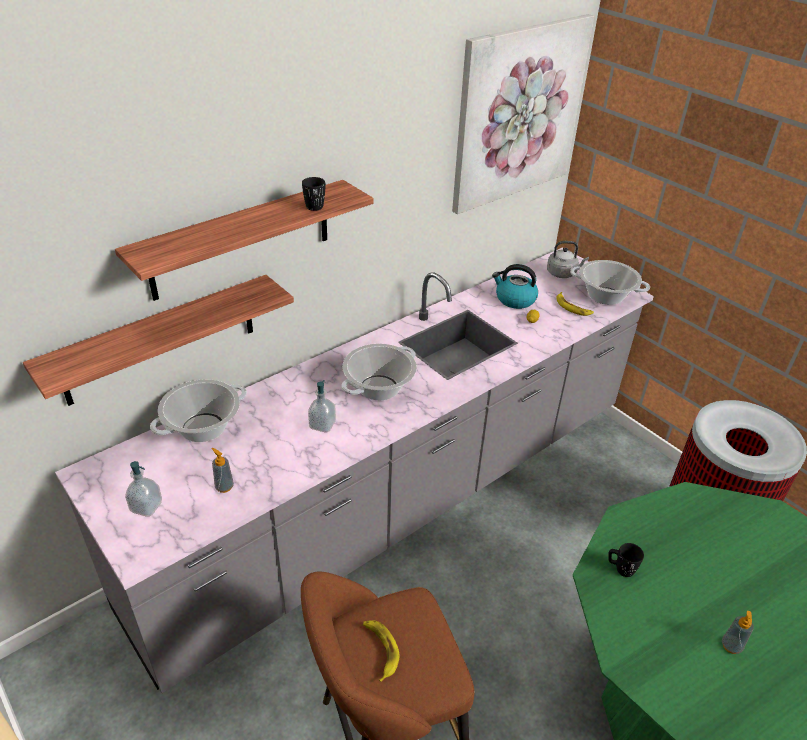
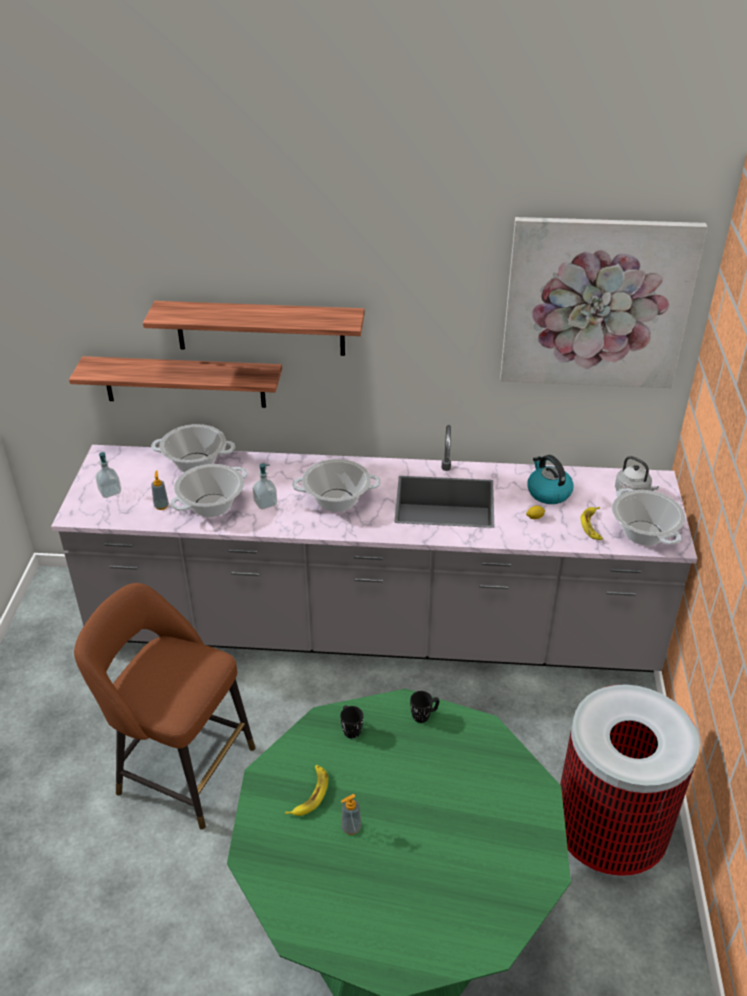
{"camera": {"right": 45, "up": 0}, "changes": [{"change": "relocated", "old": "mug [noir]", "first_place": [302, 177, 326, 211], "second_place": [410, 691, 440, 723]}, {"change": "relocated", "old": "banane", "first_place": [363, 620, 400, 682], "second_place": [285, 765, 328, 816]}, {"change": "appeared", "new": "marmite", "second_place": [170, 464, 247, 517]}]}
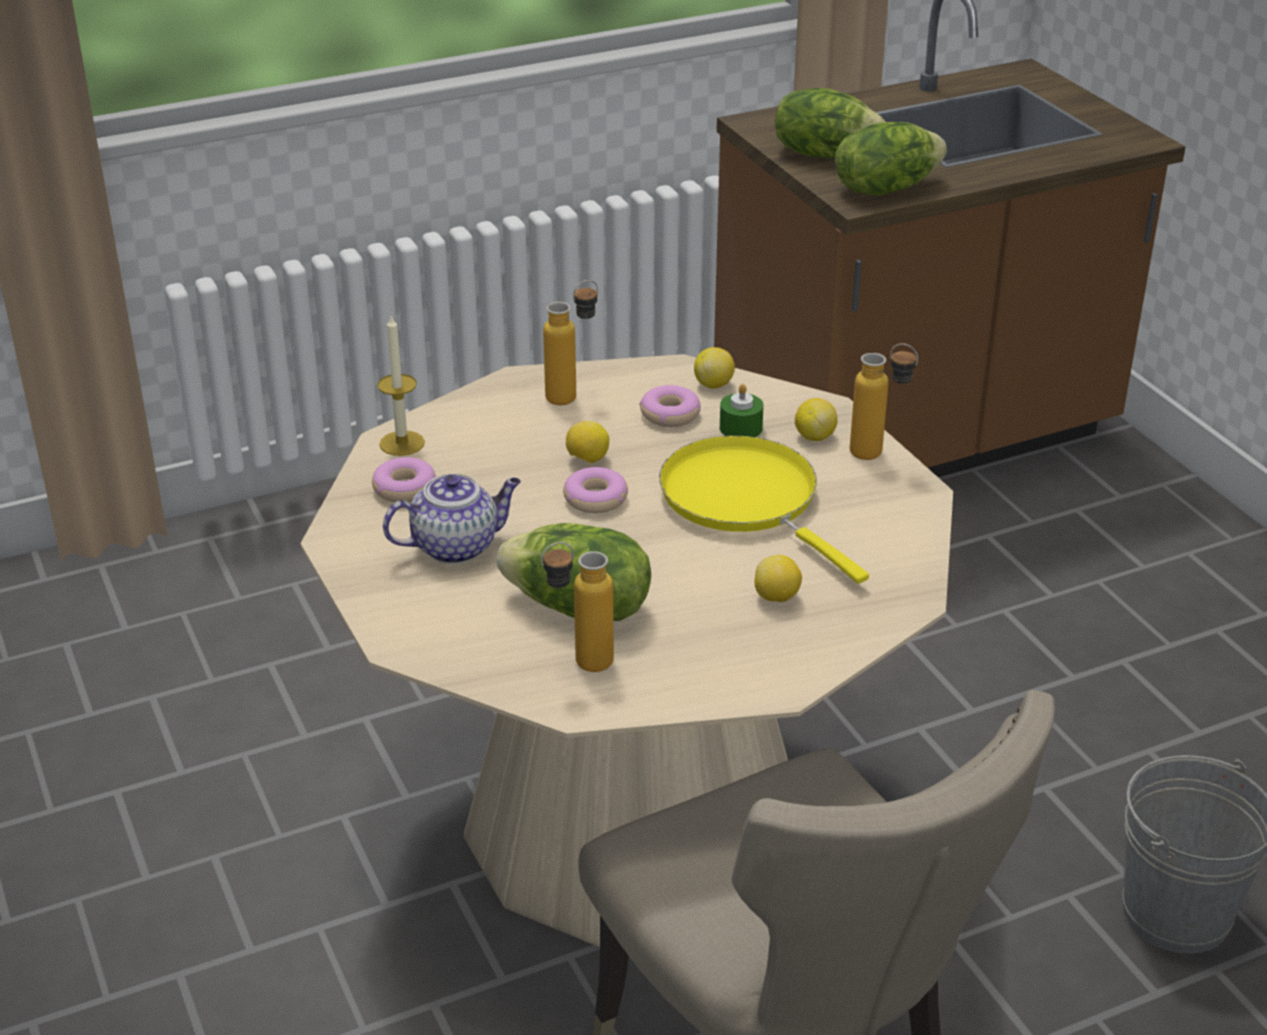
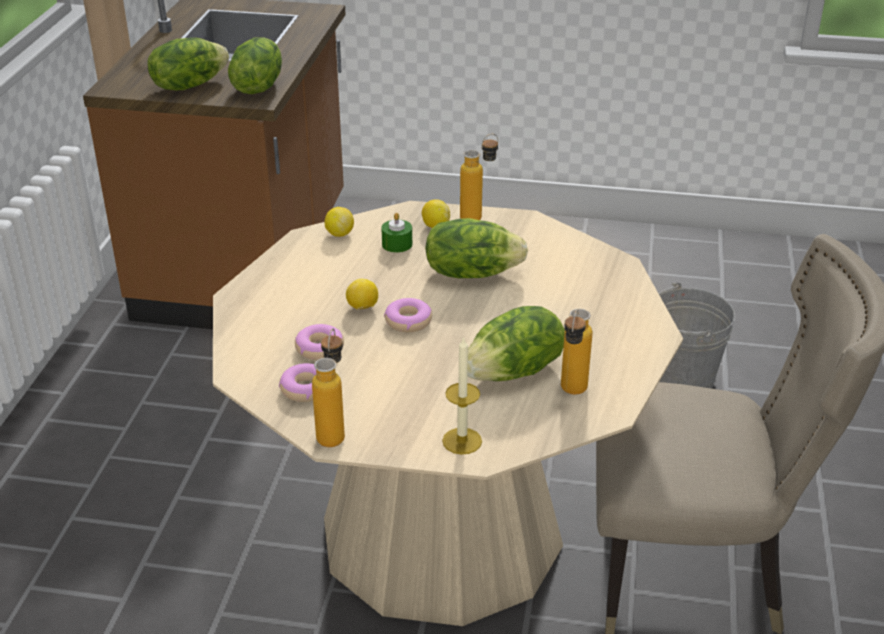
{"camera": {"right": -55, "up": 0}, "changes": [{"change": "relocated", "old": "bouteille", "first_place": [543, 280, 598, 405], "second_place": [312, 328, 345, 447]}, {"change": "relocated", "old": "bougie", "first_place": [377, 315, 425, 456], "second_place": [442, 336, 482, 455]}, {"change": "relocated", "old": "beignet", "first_place": [639, 385, 701, 427], "second_place": [295, 324, 344, 360]}, {"change": "exchanged", "old": "poêle [jaune]", "new": "laitue", "first_place": [659, 436, 869, 584], "second_place": [425, 218, 528, 278]}, {"change": "missing", "old": "théière", "first_place": [383, 474, 521, 564]}, {"change": "missing", "old": "citron", "first_place": [754, 555, 802, 602]}]}
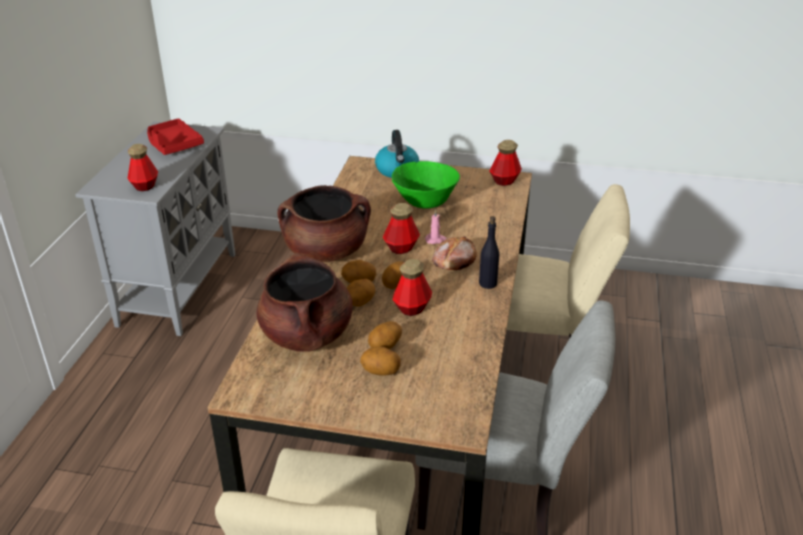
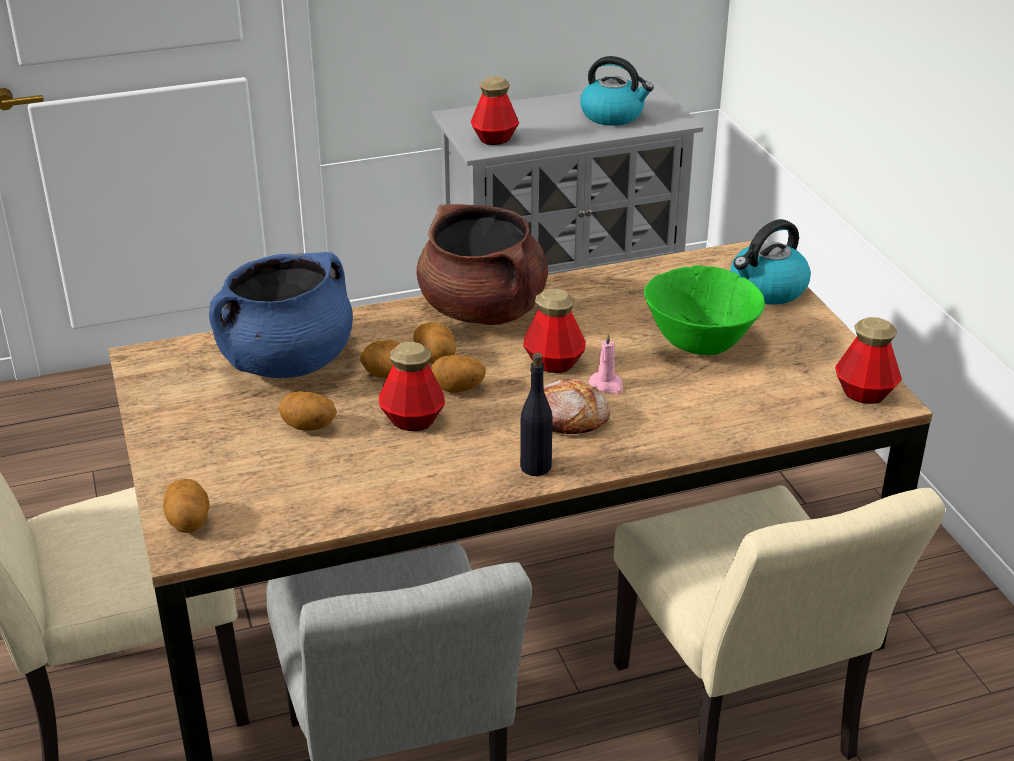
{"camera": {"right": 60, "up": 0}, "changes": [{"change": "exchanged", "old": "plateau [rouge]", "new": "bouilloire", "first_place": [147, 118, 204, 155], "second_place": [580, 56, 654, 126]}, {"change": "colour", "old": "marmite [marron]", "new": "marmite [bleu]", "first_place": [256, 253, 353, 352], "second_place": [209, 252, 353, 378]}, {"change": "relocated", "old": "pomme de terre", "first_place": [360, 347, 401, 376], "second_place": [163, 479, 210, 533]}]}
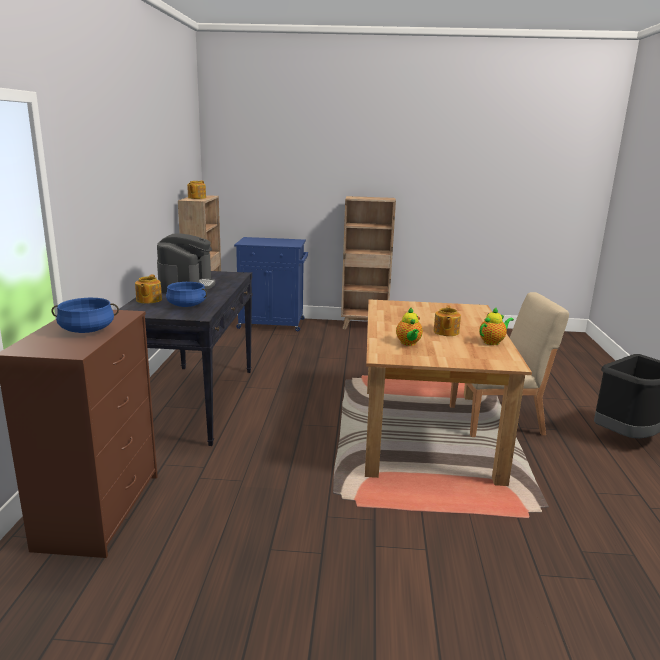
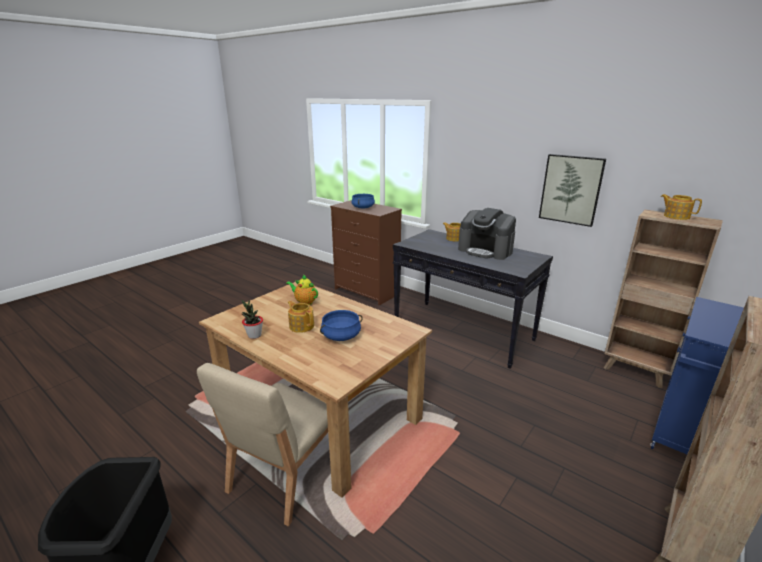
{"camera": {"right": 125, "up": 5}, "changes": [{"change": "relocated", "old": "marmite [bleu]", "first_place": [166, 282, 207, 307], "second_place": [320, 310, 363, 341]}, {"change": "exchanged", "old": "théière", "new": "plante en pot", "first_place": [479, 307, 514, 345], "second_place": [242, 300, 263, 339]}, {"change": "appeared", "new": "tableau", "second_place": [539, 154, 606, 227]}]}
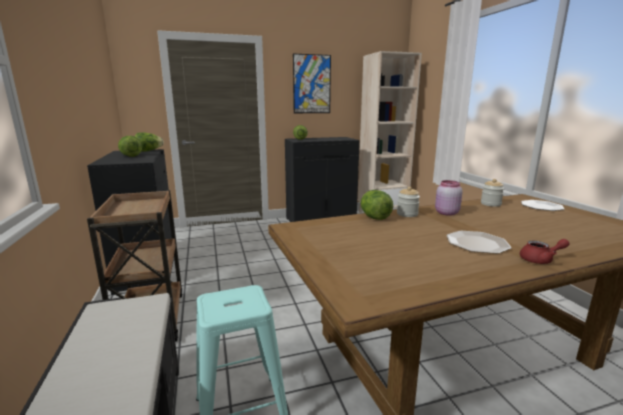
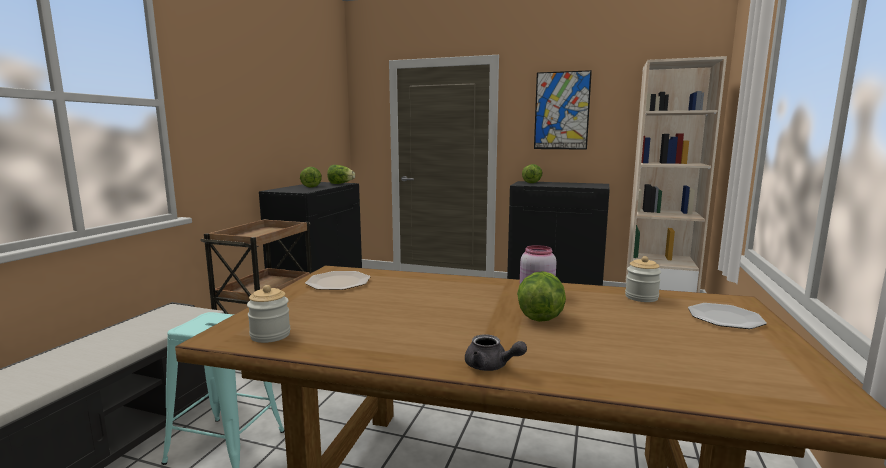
{"camera": {"right": 35, "up": -5}, "changes": [{"change": "relocated", "old": "bocal", "first_place": [397, 186, 420, 217], "second_place": [247, 285, 290, 343]}, {"change": "relocated", "old": "laitue", "first_place": [360, 190, 393, 220], "second_place": [517, 271, 566, 322]}, {"change": "relocated", "old": "assiette", "first_place": [446, 231, 512, 254], "second_place": [305, 271, 370, 290]}, {"change": "colour", "old": "théière [rouge]", "new": "théière [gris]", "first_place": [520, 239, 570, 264], "second_place": [465, 334, 527, 371]}]}
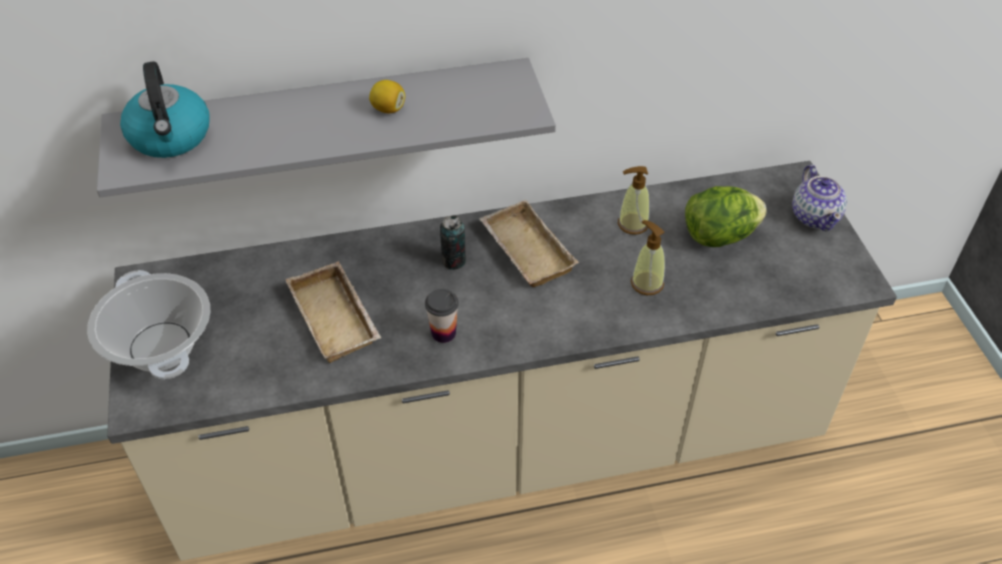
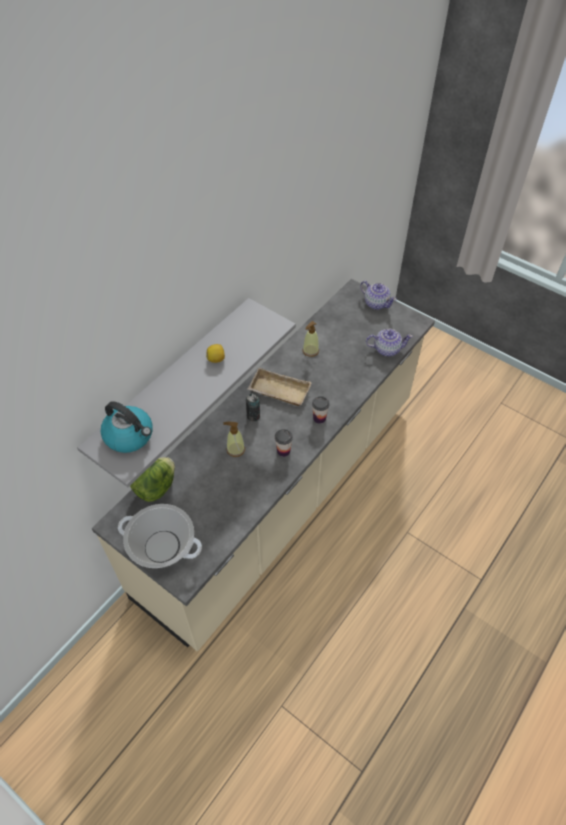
{"camera": {"right": -40, "up": 5}, "changes": [{"change": "relocated", "old": "laitue", "first_place": [685, 186, 767, 247], "second_place": [130, 457, 175, 502]}, {"change": "relocated", "old": "distributeur de savon", "first_place": [631, 220, 665, 295], "second_place": [223, 422, 245, 457]}, {"change": "missing", "old": "plateau [beige]", "first_place": [285, 261, 381, 363]}, {"change": "appeared", "new": "théière", "second_place": [366, 329, 413, 356]}, {"change": "appeared", "new": "tasse", "second_place": [312, 396, 329, 424]}]}
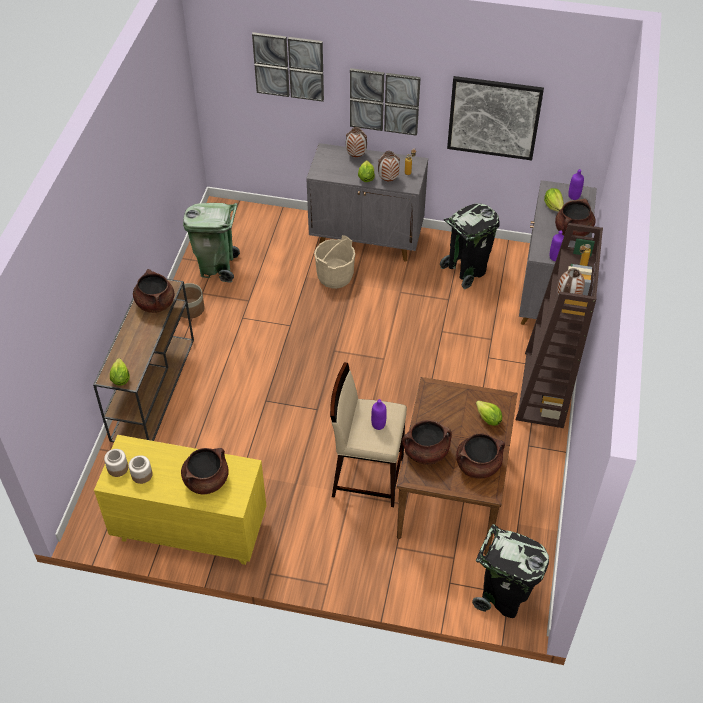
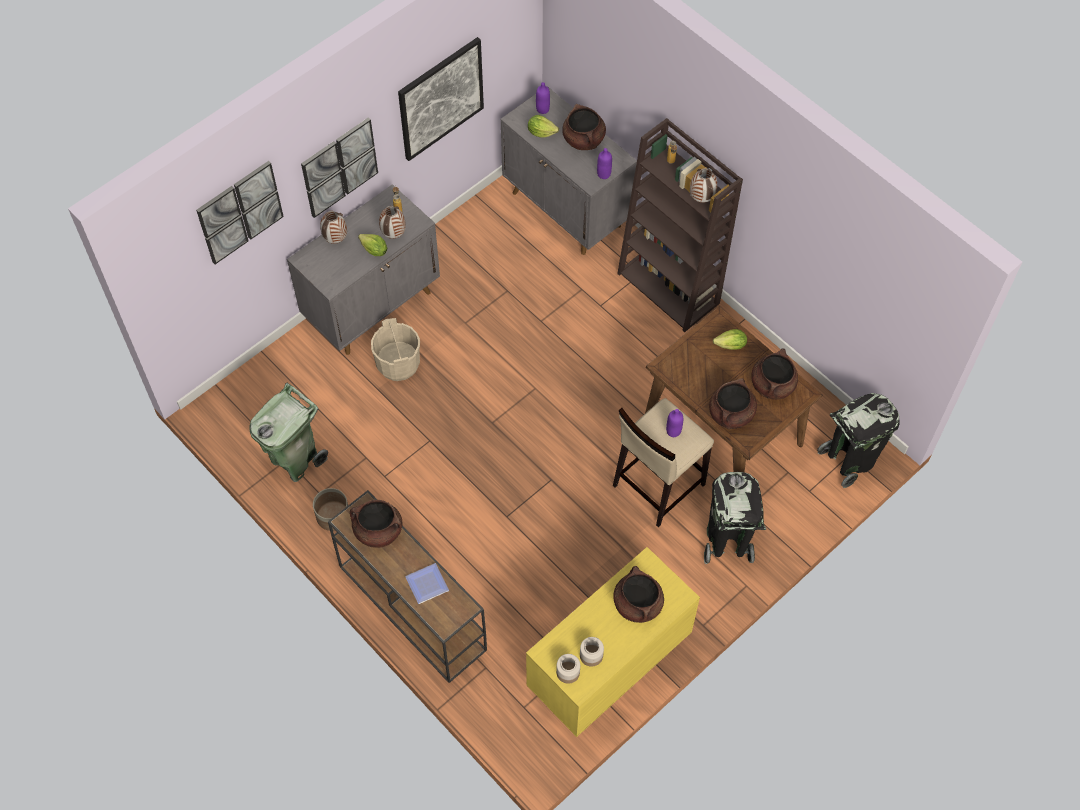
{"camera": {"right": -55, "up": 10}, "changes": [{"change": "relocated", "old": "poubelle [noir]", "first_place": [440, 204, 500, 289], "second_place": [704, 472, 766, 564]}, {"change": "missing", "old": "laitue", "first_place": [110, 358, 130, 386]}, {"change": "appeared", "new": "assiette", "second_place": [405, 563, 449, 604]}]}
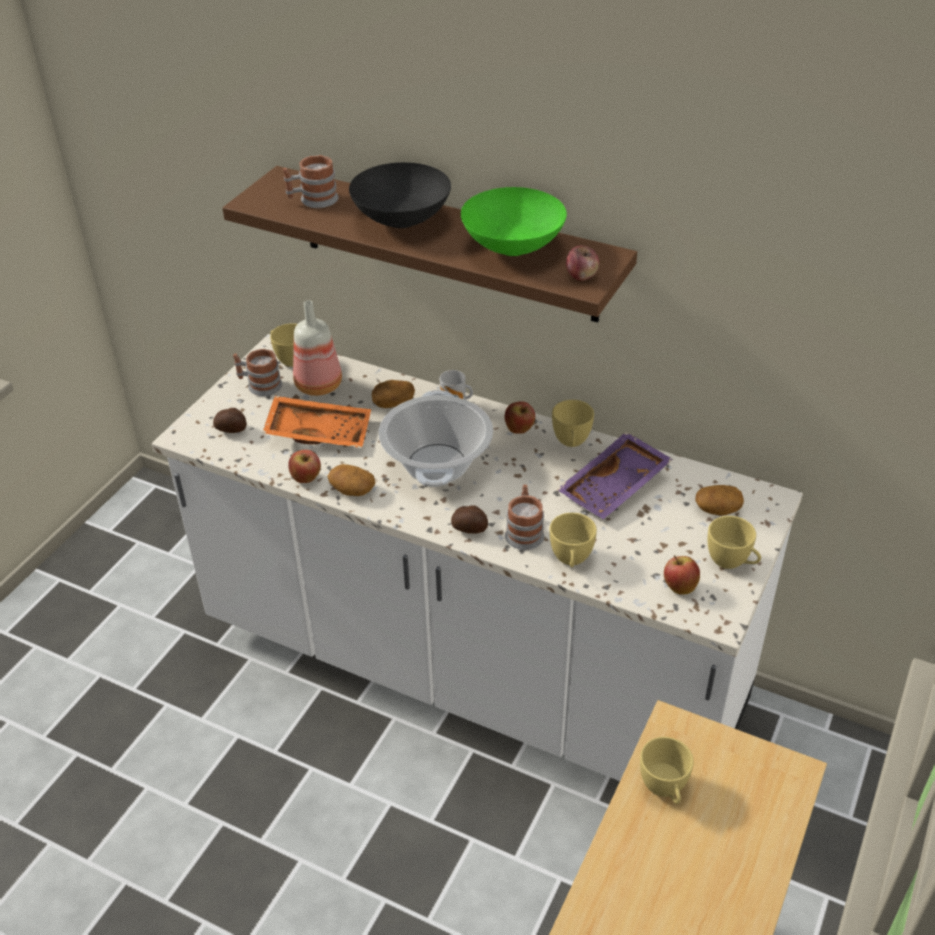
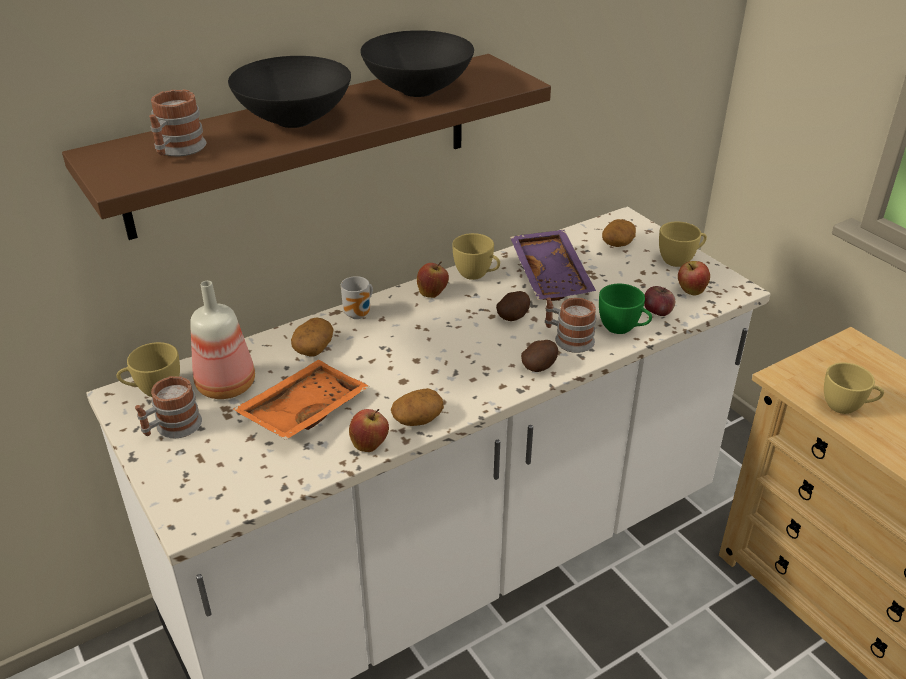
{"camera": {"right": -60, "up": -5}, "changes": [{"change": "colour", "old": "bol [vert]", "new": "bol [noir]", "first_place": [461, 187, 567, 256], "second_place": [360, 30, 474, 97]}, {"change": "relocated", "old": "pomme", "first_place": [566, 246, 599, 281], "second_place": [644, 286, 675, 316]}, {"change": "missing", "old": "marmite", "first_place": [378, 390, 493, 487]}, {"change": "relocated", "old": "pomme de terre", "first_place": [213, 408, 247, 433], "second_place": [496, 291, 530, 321]}, {"change": "colour", "old": "tasse [jaune]", "new": "tasse [vert]", "first_place": [550, 513, 597, 568], "second_place": [599, 284, 652, 334]}]}
